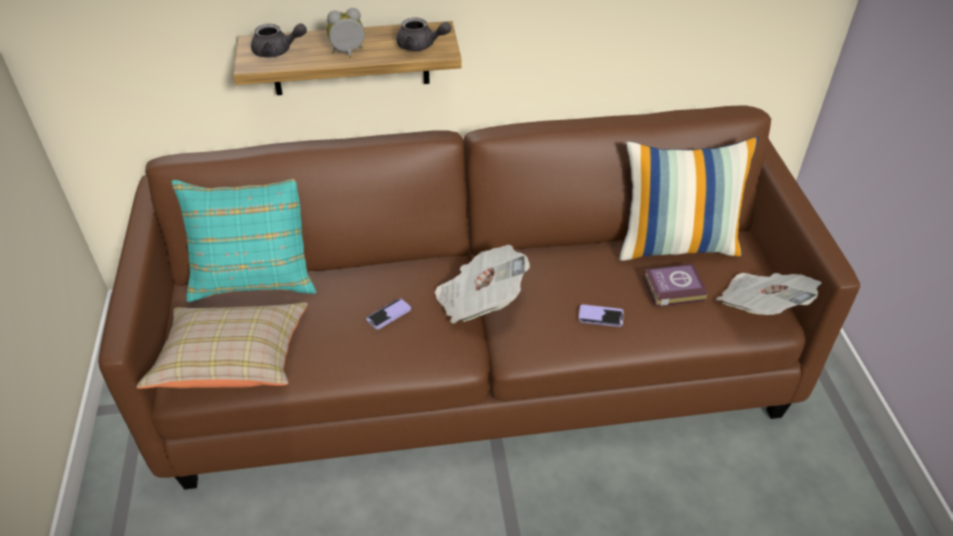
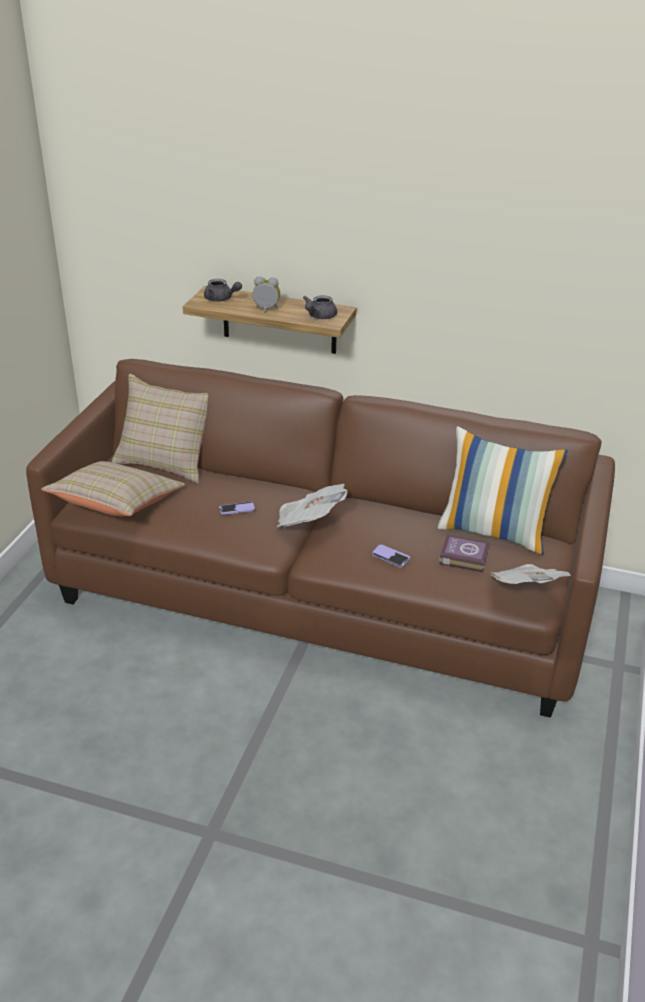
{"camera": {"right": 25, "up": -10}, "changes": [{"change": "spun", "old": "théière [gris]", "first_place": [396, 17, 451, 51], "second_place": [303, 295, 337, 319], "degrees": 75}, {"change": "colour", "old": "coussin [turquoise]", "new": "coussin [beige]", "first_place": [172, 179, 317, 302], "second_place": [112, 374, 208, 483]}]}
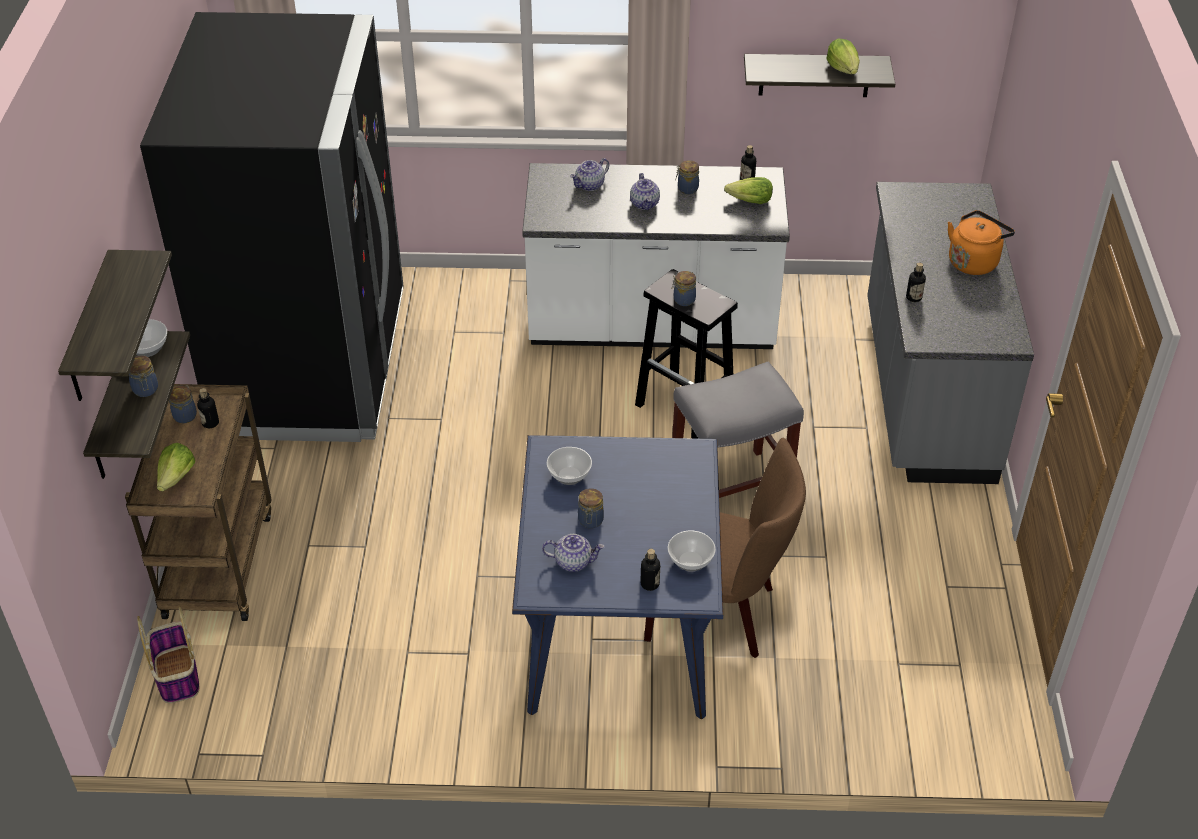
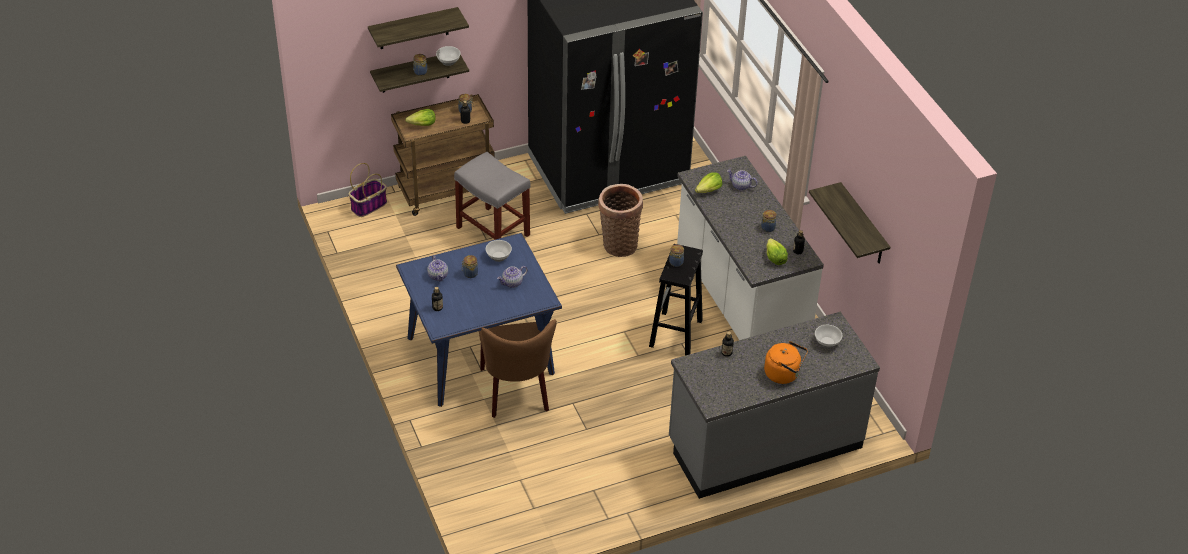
{"camera": {"right": 65, "up": 0}, "changes": [{"change": "relocated", "old": "laitue", "first_place": [826, 39, 860, 74], "second_place": [695, 172, 722, 193]}, {"change": "relocated", "old": "théière", "first_place": [630, 173, 660, 210], "second_place": [497, 266, 528, 288]}, {"change": "relocated", "old": "tabouret [gris]", "first_place": [672, 362, 804, 498], "second_place": [454, 152, 531, 239]}, {"change": "relocated", "old": "bol", "first_place": [668, 530, 716, 572], "second_place": [815, 325, 842, 348]}, {"change": "appeared", "new": "panier", "second_place": [598, 184, 643, 257]}]}
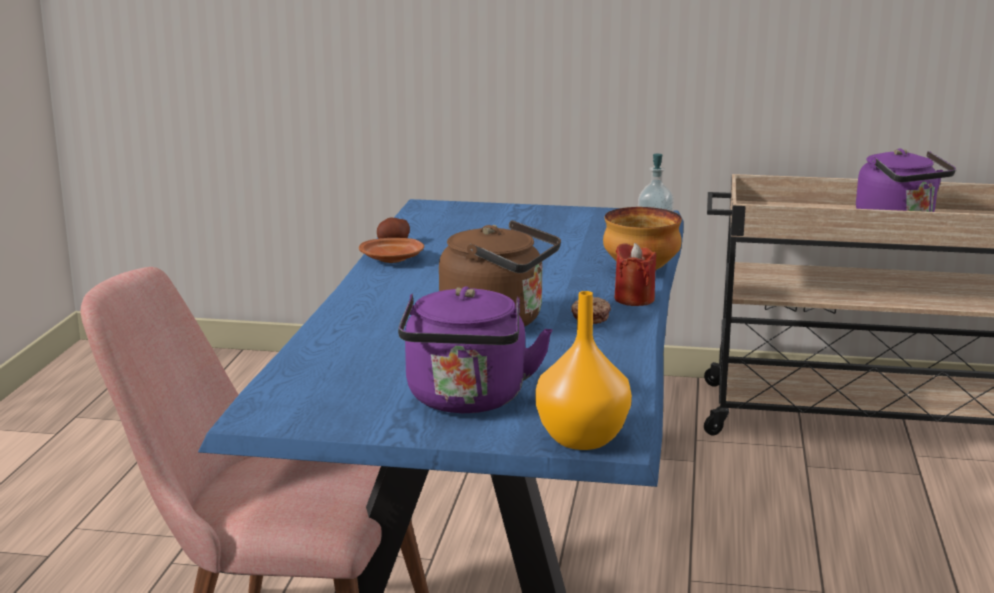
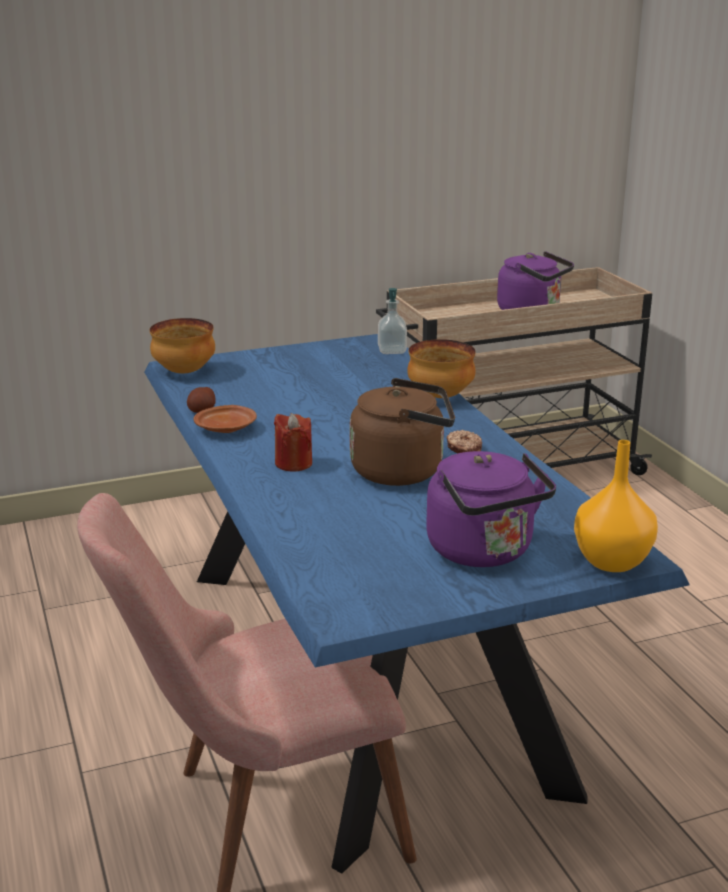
{"camera": {"right": -30, "up": 5}, "changes": [{"change": "relocated", "old": "bougie [rouge]", "first_place": [615, 243, 656, 306], "second_place": [274, 413, 312, 472]}, {"change": "appeared", "new": "bol", "second_place": [149, 318, 215, 373]}]}
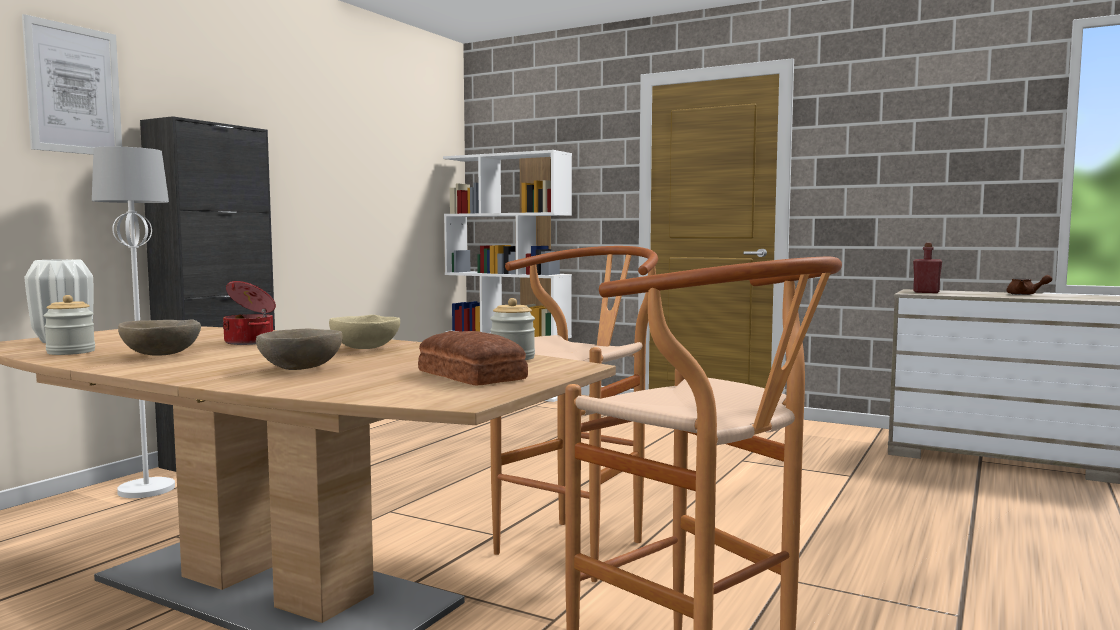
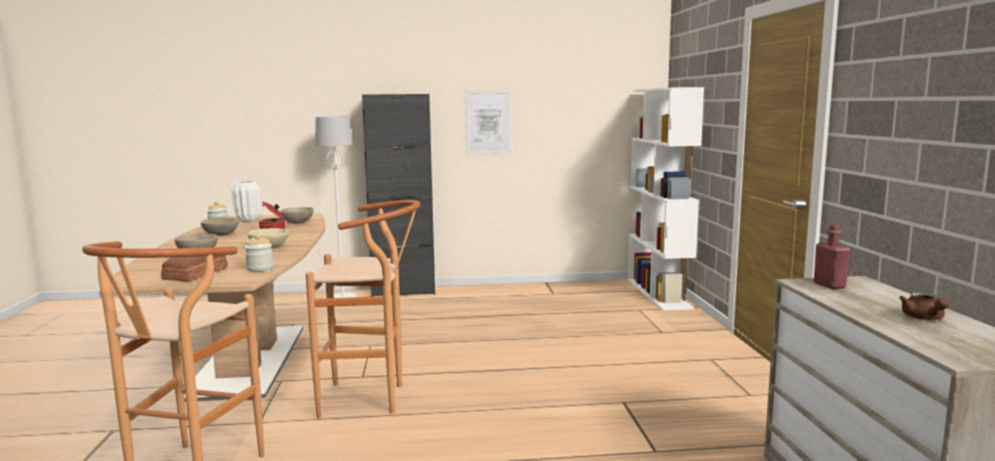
{"camera": {"right": 55, "up": 5}, "changes": [{"change": "relocated", "old": "tableau", "first_place": [22, 14, 122, 155], "second_place": [465, 90, 511, 155]}, {"change": "appeared", "new": "bol [beige]", "second_place": [281, 207, 313, 224]}]}
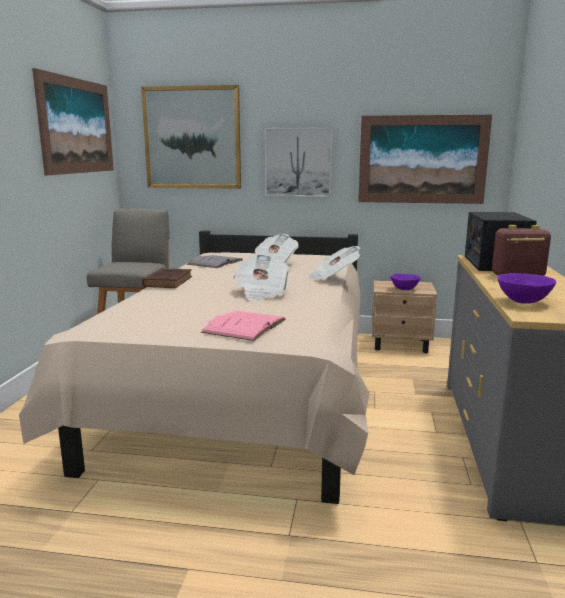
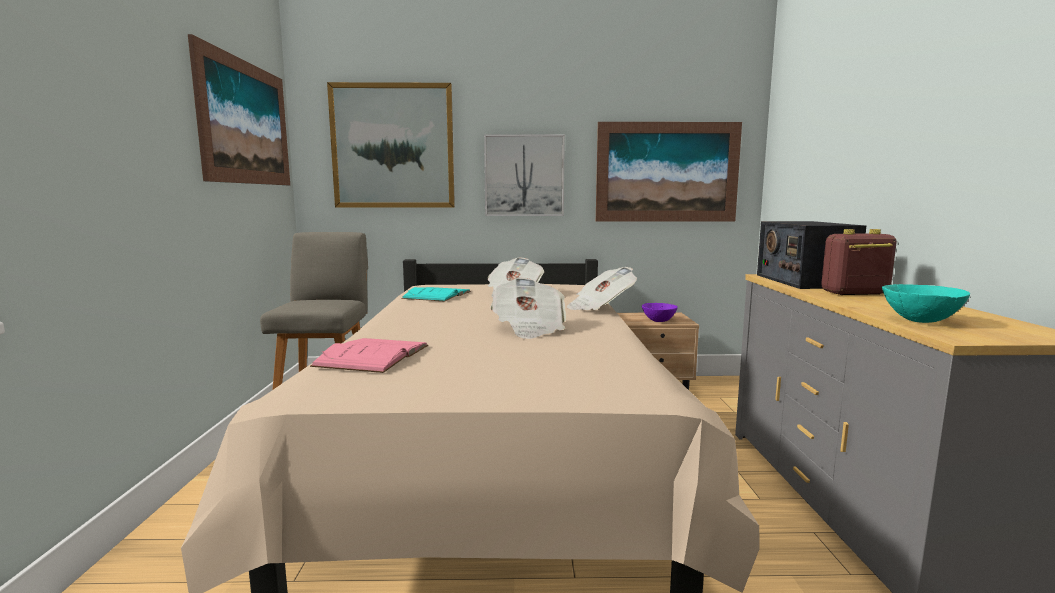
{"camera": {"right": -10, "up": -5}, "changes": [{"change": "colour", "old": "livre [gris]", "new": "livre [turquoise]", "first_place": [186, 255, 243, 268], "second_place": [401, 287, 471, 302]}, {"change": "missing", "old": "livre [marron]", "first_place": [142, 268, 192, 288]}, {"change": "colour", "old": "bol [violet]", "new": "bol [turquoise]", "first_place": [498, 273, 556, 304], "second_place": [882, 284, 970, 323]}, {"change": "relocated", "old": "livre [rose]", "first_place": [201, 311, 286, 341], "second_place": [310, 338, 428, 373]}]}
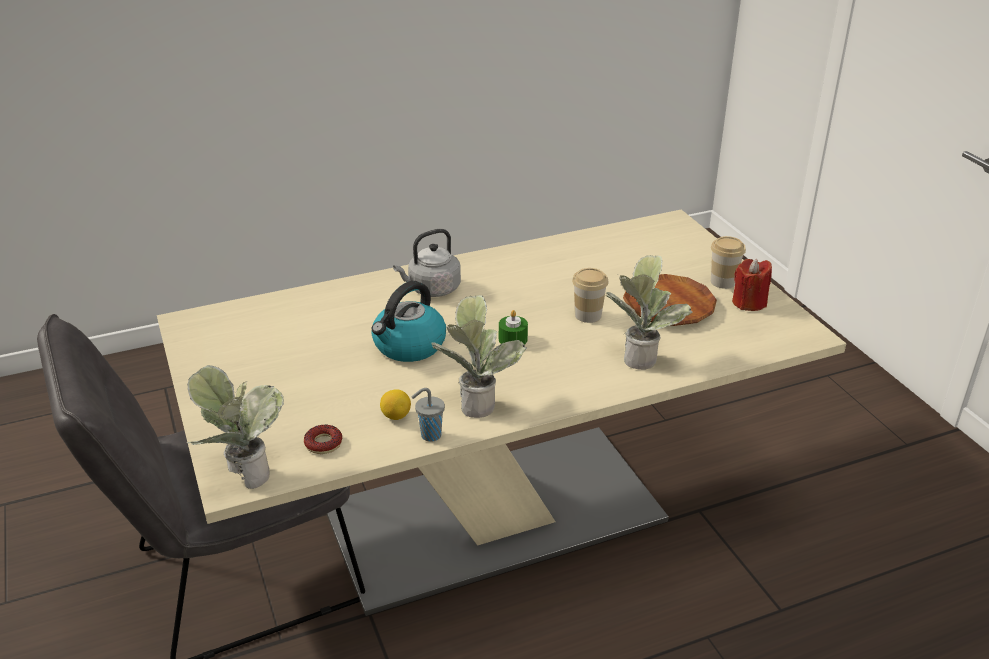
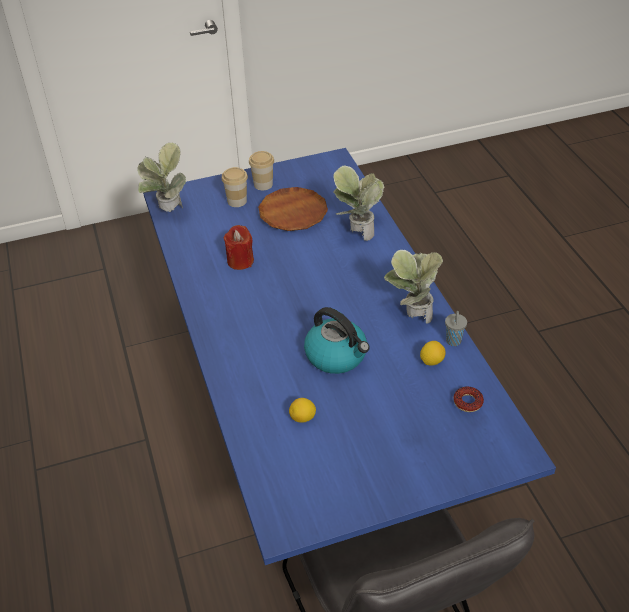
{"camera": {"right": -85, "up": 10}, "changes": [{"change": "colour", "old": "table à manger [beige]", "new": "table à manger [bleu]", "first_place": [157, 209, 846, 616], "second_place": [143, 148, 556, 565]}, {"change": "missing", "old": "bouilloire [gris]", "first_place": [393, 229, 461, 297]}, {"change": "relocated", "old": "bougie [rouge]", "first_place": [732, 259, 772, 311], "second_place": [224, 225, 254, 270]}, {"change": "relocated", "old": "tasse", "first_place": [572, 268, 608, 323], "second_place": [222, 167, 248, 207]}, {"change": "missing", "old": "bougie [vert]", "first_place": [499, 310, 528, 345]}, {"change": "relocated", "old": "plante en pot", "first_place": [187, 365, 284, 489], "second_place": [137, 143, 186, 212]}, {"change": "appeared", "new": "citron", "second_place": [289, 398, 316, 423]}]}
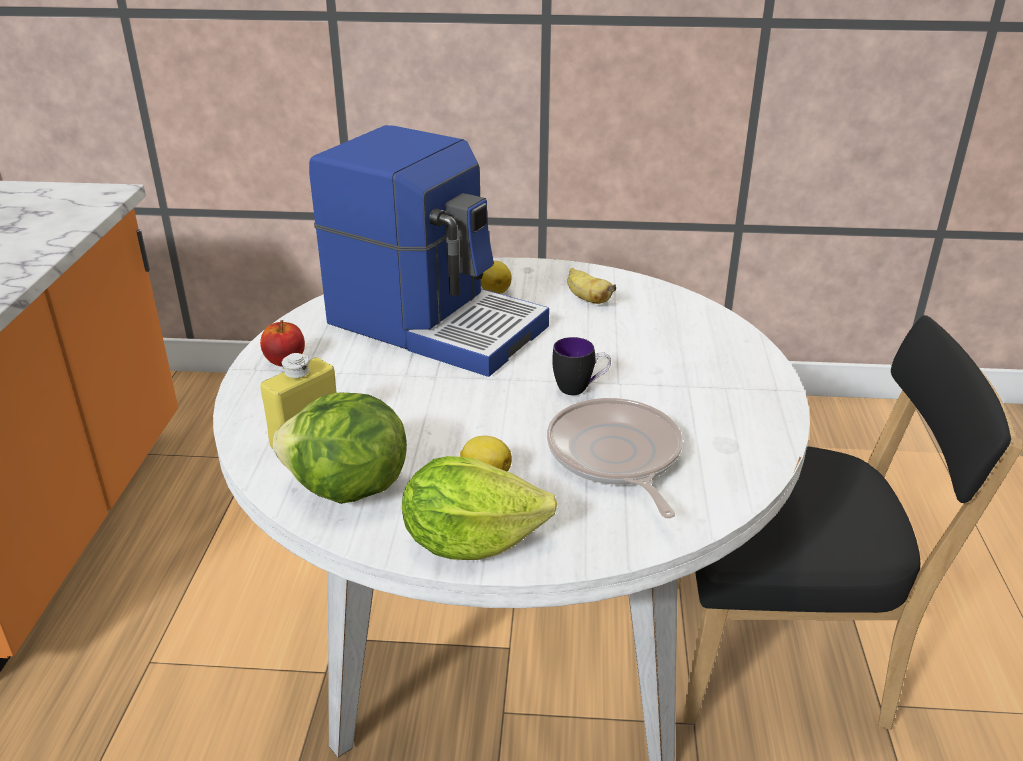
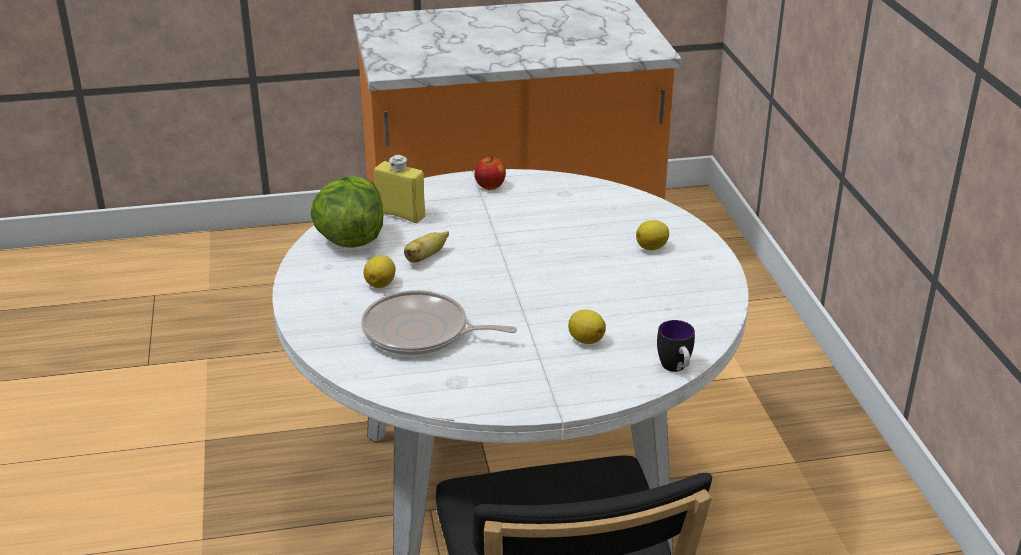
{"camera": {"right": 75, "up": 0}, "changes": [{"change": "missing", "old": "machine à café", "first_place": [309, 125, 549, 377]}, {"change": "relocated", "old": "banane", "first_place": [567, 268, 616, 304], "second_place": [404, 231, 449, 263]}, {"change": "relocated", "old": "mug", "first_place": [552, 337, 611, 395], "second_place": [657, 320, 695, 372]}, {"change": "spun", "old": "poêle", "first_place": [547, 398, 683, 518], "second_place": [361, 290, 517, 355], "degrees": -135}, {"change": "missing", "old": "laitue", "first_place": [402, 456, 558, 560]}, {"change": "appeared", "new": "citron", "second_place": [568, 309, 606, 344]}]}
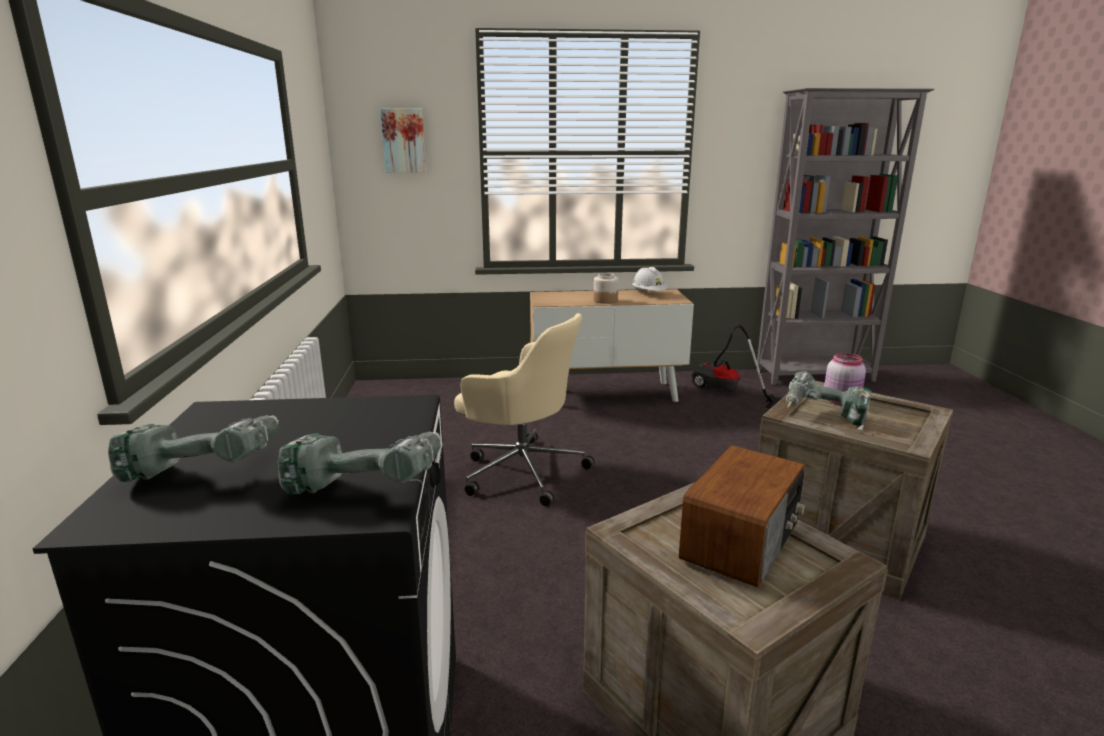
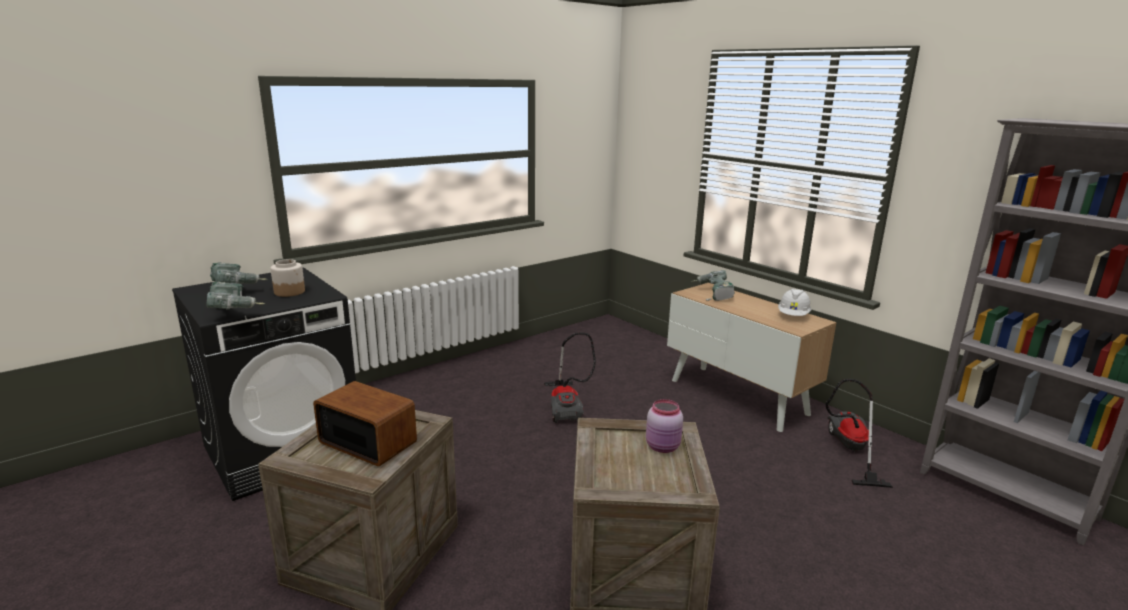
{"camera": {"right": 55, "up": 0}, "changes": [{"change": "missing", "old": "tableau", "first_place": [381, 108, 426, 173]}, {"change": "relocated", "old": "bocal", "first_place": [593, 273, 619, 304], "second_place": [270, 259, 305, 297]}, {"change": "exchanged", "old": "chaise de bureau [beige]", "new": "aspirateur", "first_place": [454, 313, 595, 506], "second_place": [544, 332, 596, 423]}, {"change": "relocated", "old": "perceuse", "first_place": [786, 371, 871, 431], "second_place": [691, 270, 735, 301]}, {"change": "spun", "old": "radio", "first_place": [679, 445, 805, 588], "second_place": [313, 381, 417, 466], "degrees": -150}]}
